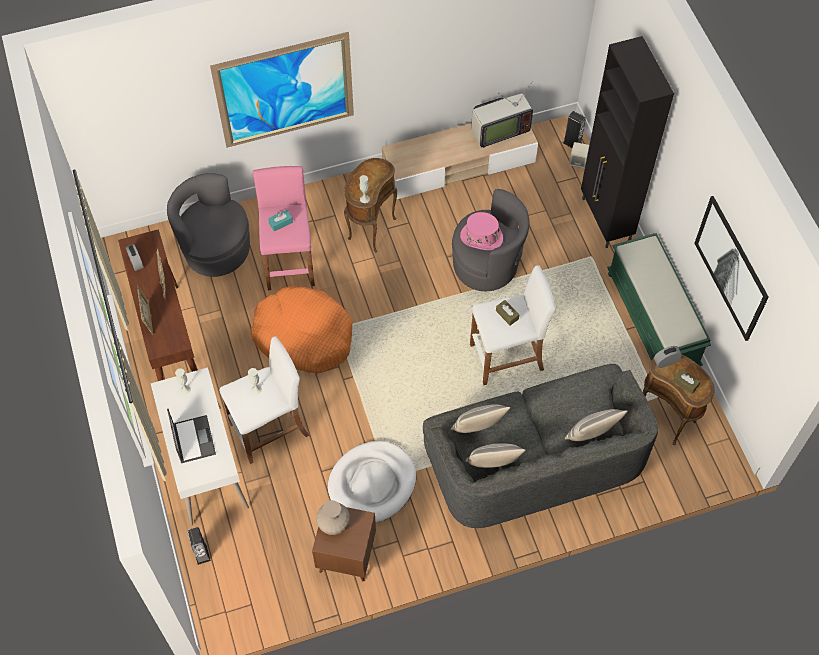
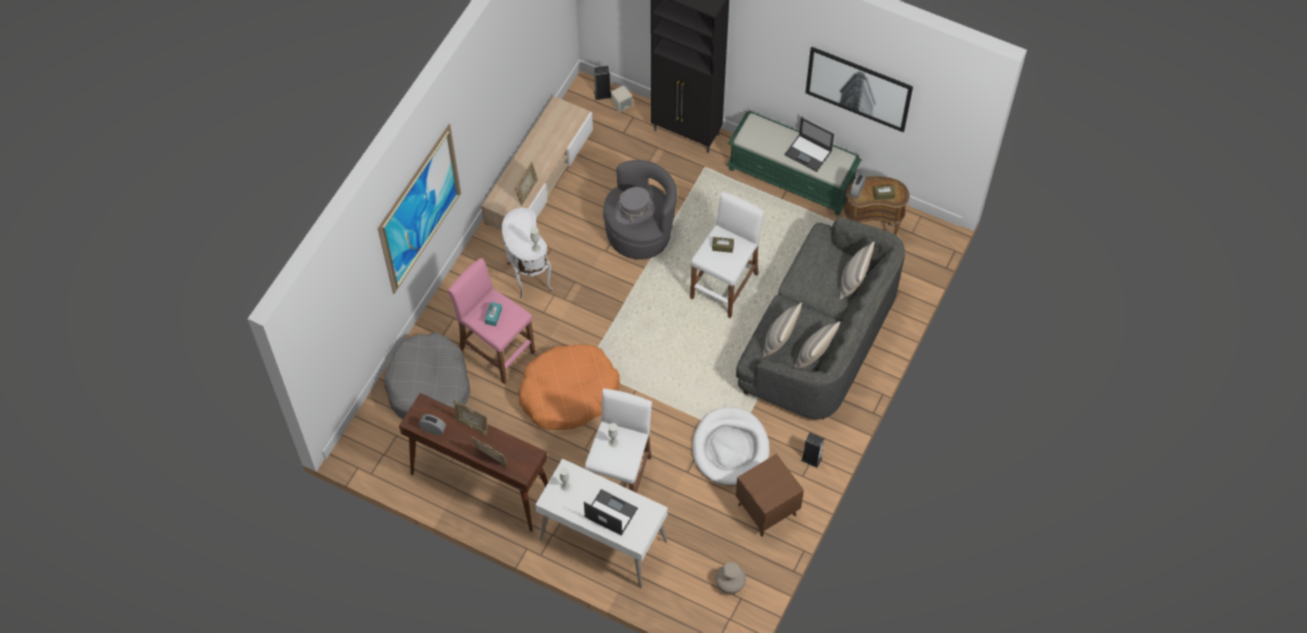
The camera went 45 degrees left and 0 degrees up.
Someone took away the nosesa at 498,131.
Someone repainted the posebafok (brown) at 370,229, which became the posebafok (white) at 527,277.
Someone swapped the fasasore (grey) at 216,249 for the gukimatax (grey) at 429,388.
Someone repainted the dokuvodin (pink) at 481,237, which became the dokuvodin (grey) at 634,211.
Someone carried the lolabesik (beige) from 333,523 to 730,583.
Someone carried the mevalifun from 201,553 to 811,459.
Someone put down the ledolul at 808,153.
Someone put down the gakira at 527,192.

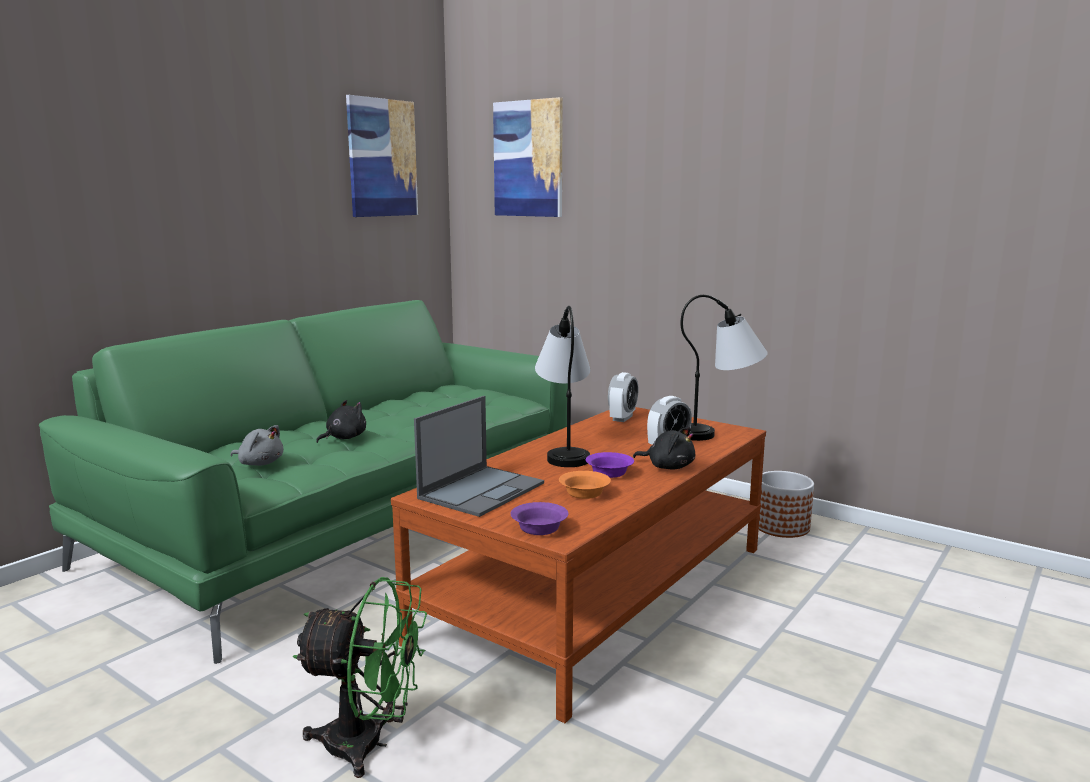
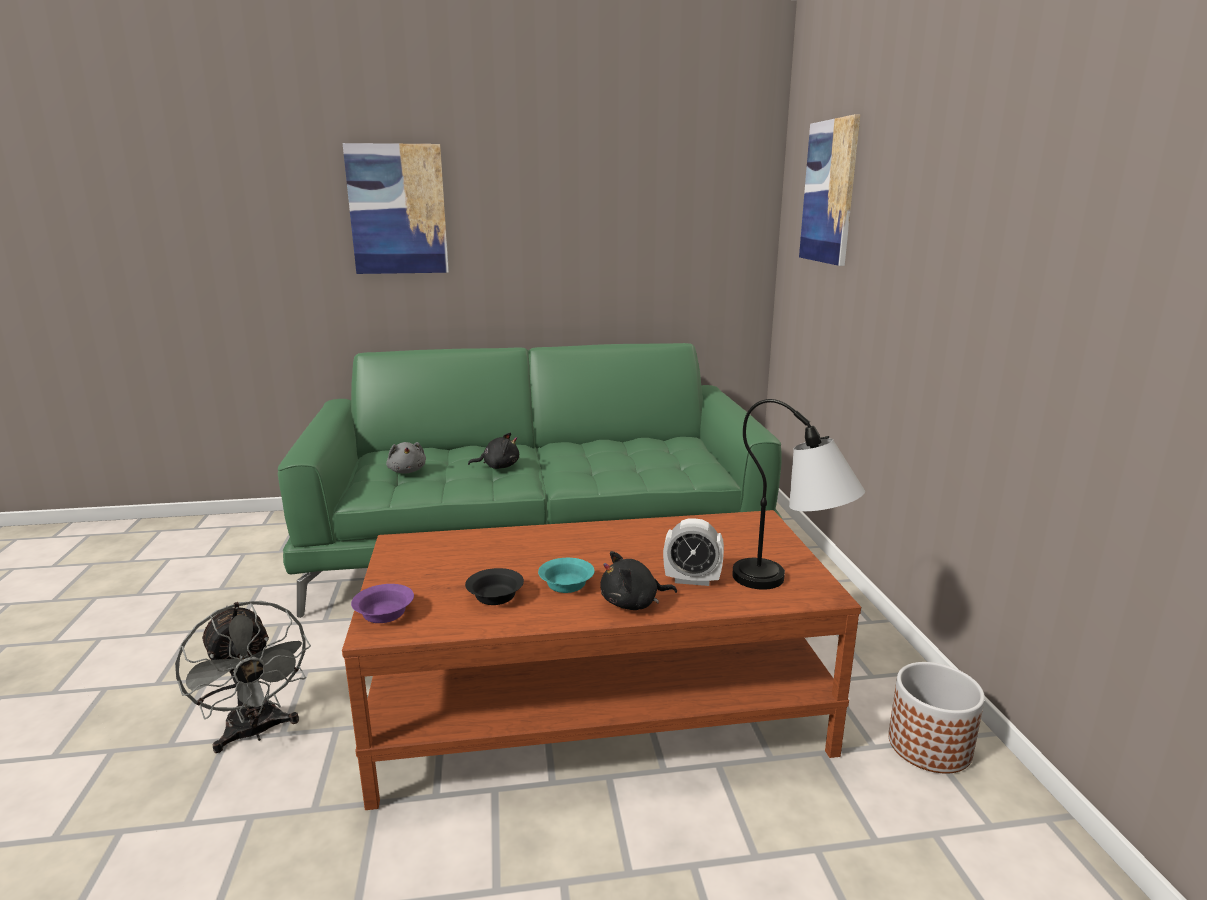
The camera went 45 degrees right and 5 degrees up.
Someone carried the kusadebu from 382,158 to 397,210.
Someone took away the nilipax at 565,450.
Someone took away the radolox at 622,418.
Someone took away the ledolul at 482,490.
Someone rotated the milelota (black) at 668,467 by 90 degrees clockwise.
Someone repainted the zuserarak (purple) at 610,473, which became the zuserarak (turquoise) at 566,585.
Someone repainted the zuserarak (orange) at 583,494, which became the zuserarak (black) at 494,597.
Someone repainted the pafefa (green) at 369,744, which became the pafefa (grey) at 256,732.

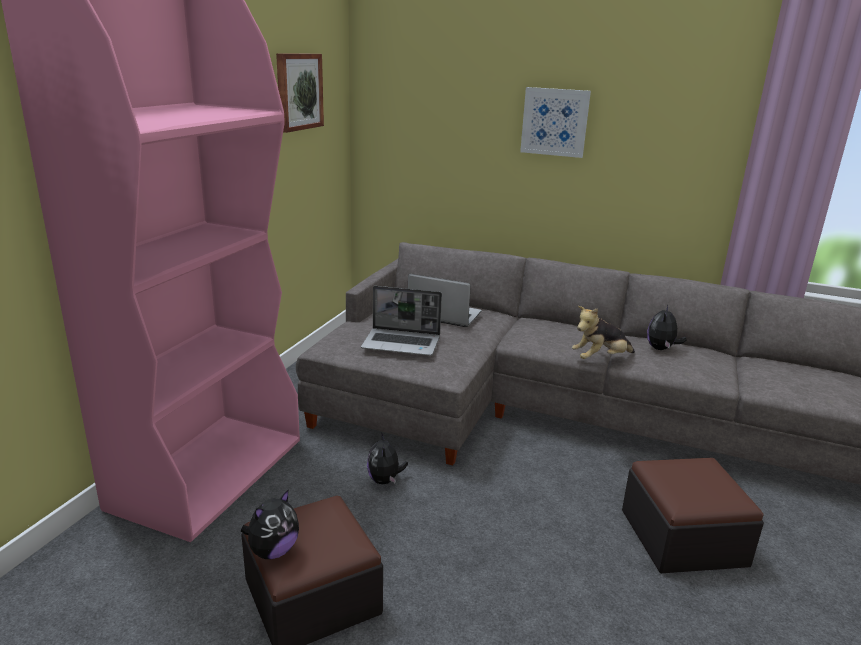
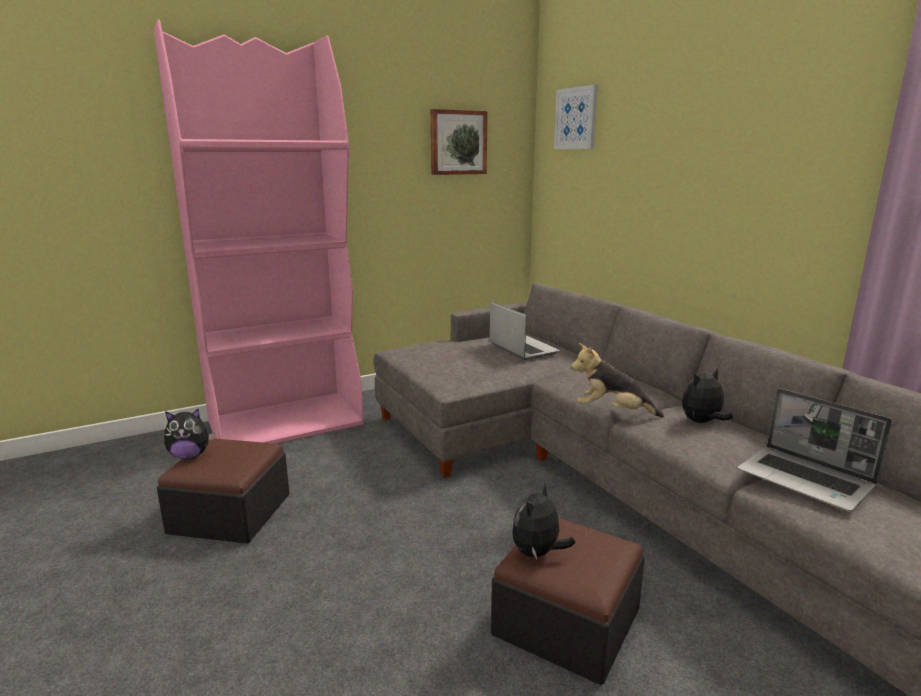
The camera went 40 degrees right and 5 degrees down.
Someone carried the kusadebu from 555,122 to 576,118.
Someone carried the ledolul from 402,343 to 806,480.
Someone carried the milelota from 385,480 to 538,553.

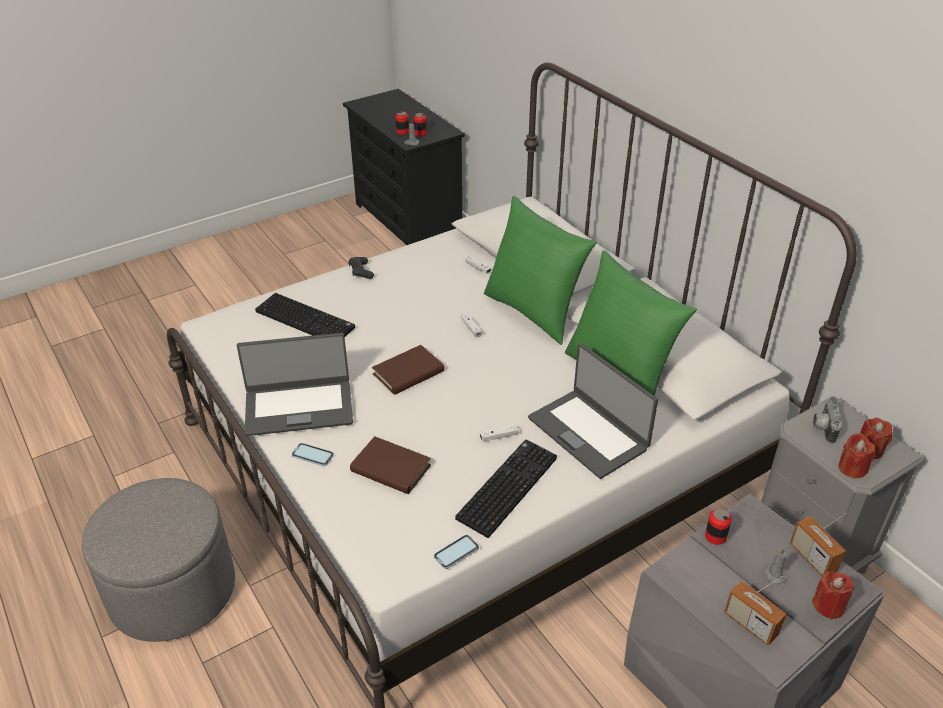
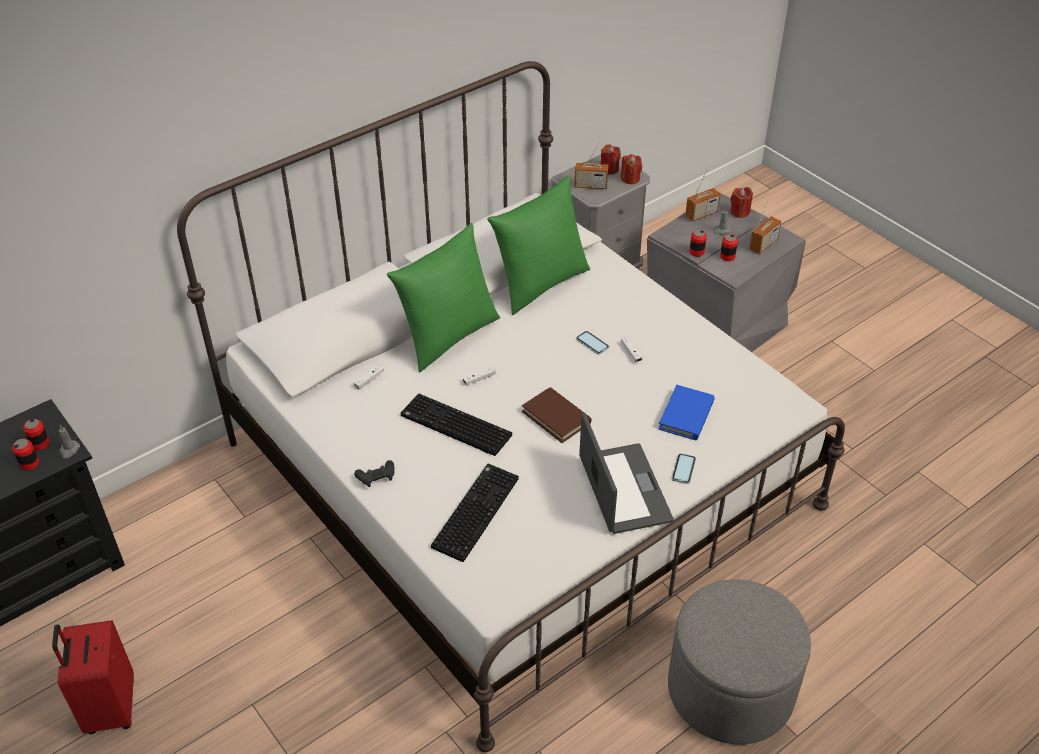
The camera went 95 degrees left and 5 degrees up.
Someone took away the ledolul at 588,433.
Someone swapped the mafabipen at 822,428 for the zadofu at 590,185.
Someone repainted the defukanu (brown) at 390,468, which became the defukanu (blue) at 686,415.
Someone carried the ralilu from 506,486 to 454,426.
Someone carried the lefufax from 456,553 to 592,343.
Someone put down the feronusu at 727,257.
Someone put down the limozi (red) at 109,708.

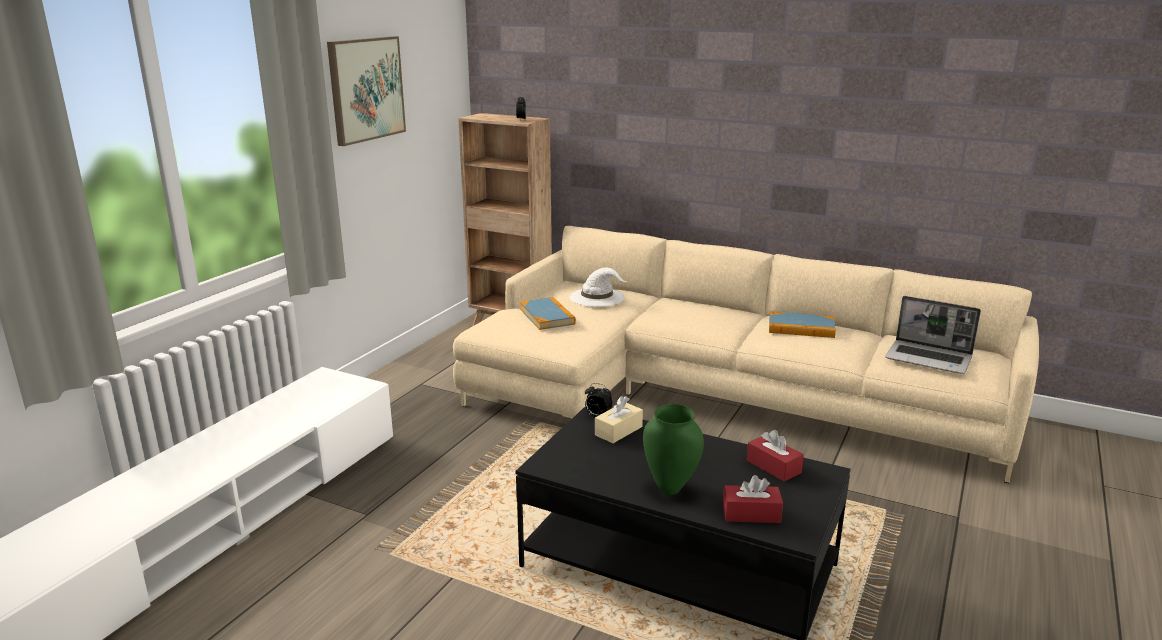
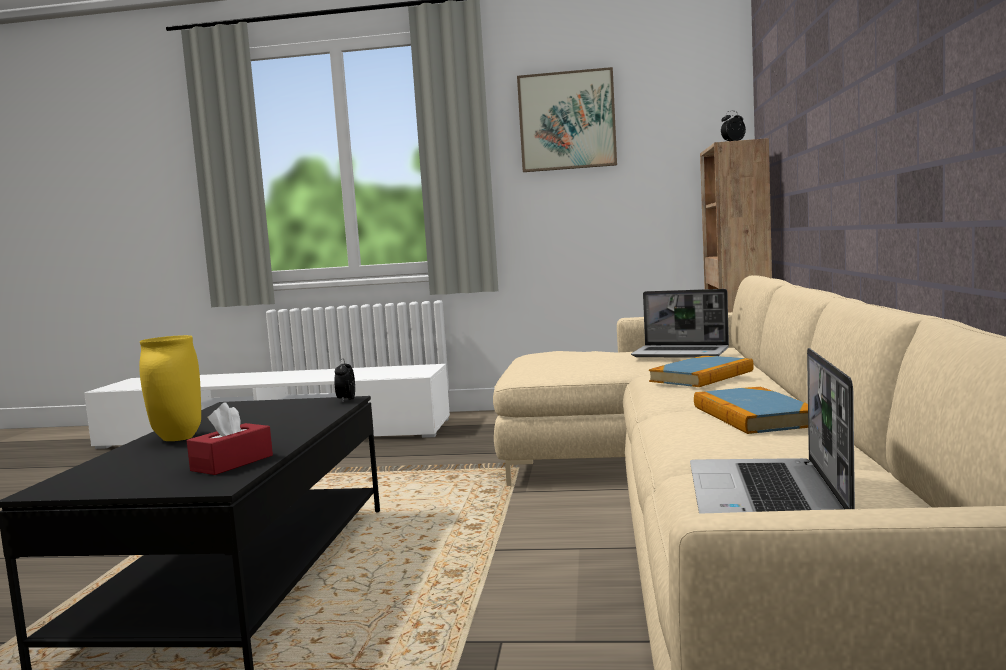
The camera went 70 degrees right and 15 degrees down.
Someone swapped the dokuvodin (white) at 598,297 for the ledolul at 682,353.
Someone carried the defukanu from 547,316 to 702,376.
Someone took away the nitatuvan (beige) at 618,431.
Someone repainted the lolabesik (green) at 671,488, which became the lolabesik (yellow) at 179,438.
Someone took away the nitatuvan (red) at 751,514.

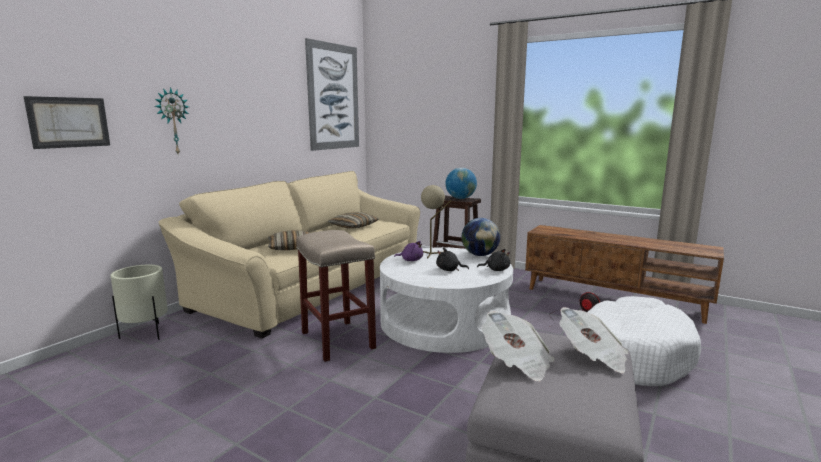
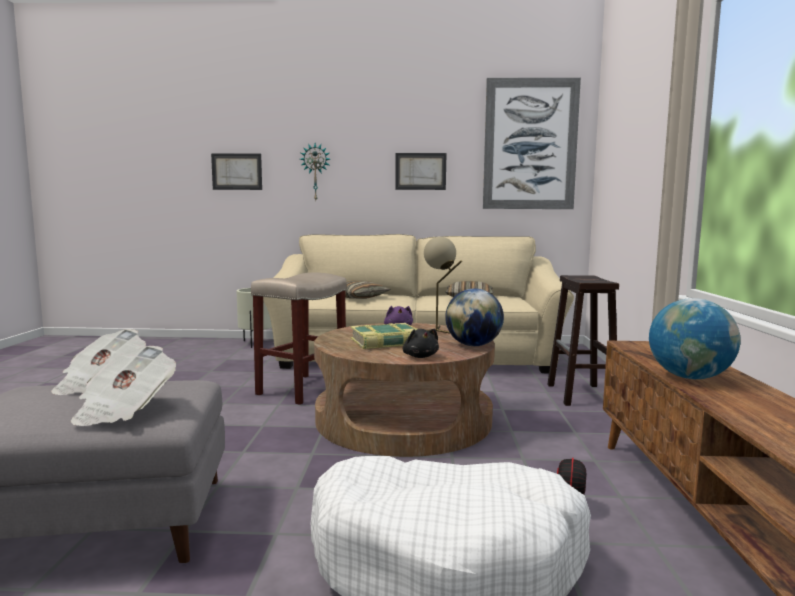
The camera went 60 degrees right and 5 degrees down.
Someone carried the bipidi from 460,198 to 689,377.
Someone repainted the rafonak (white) at 444,321, which became the rafonak (brown) at 403,418.
Someone swapped the milelota (black) at 449,270 for the defukanu at 386,342.
Someone put up the kusadebu at 420,171.

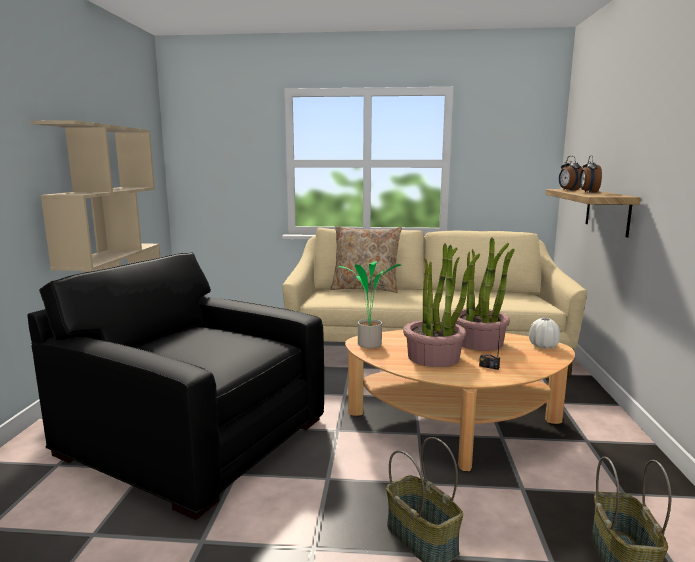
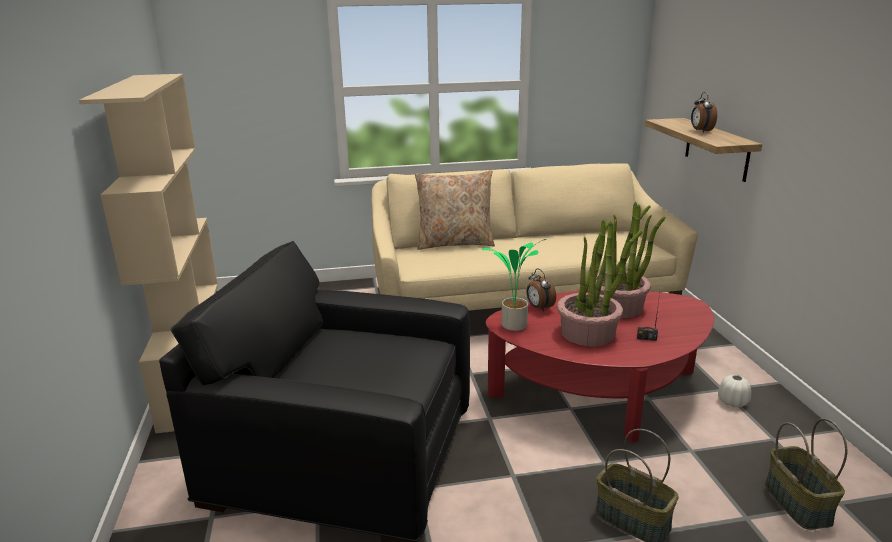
The camera went 15 degrees left and 10 degrees up.
Someone carried the radolox from 568,190 to 539,308.
Someone carried the lolabesik (white) from 543,345 to 732,402.
Someone repainted the rafonak (beige) at 455,425, which became the rafonak (red) at 599,393.

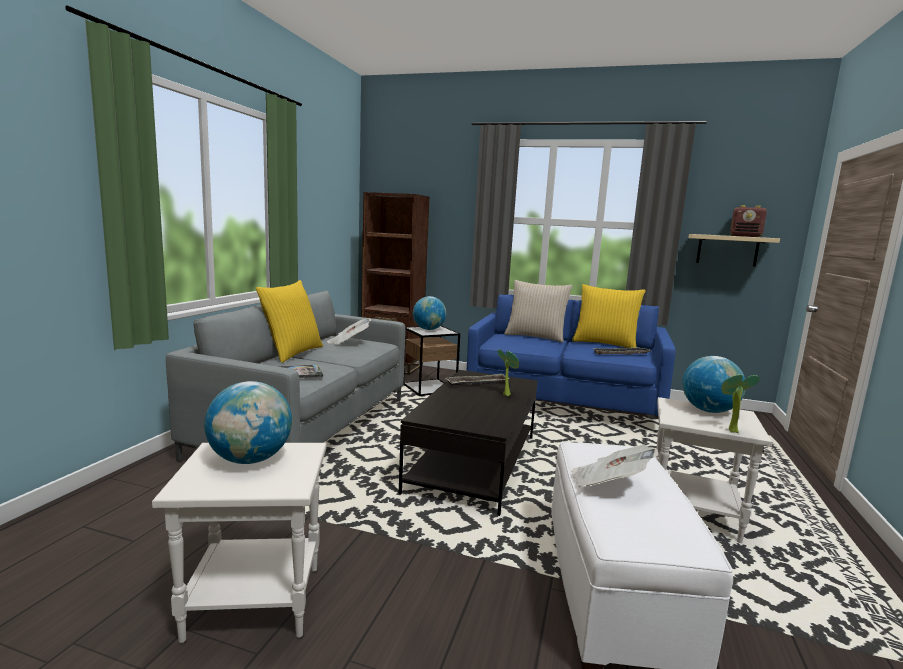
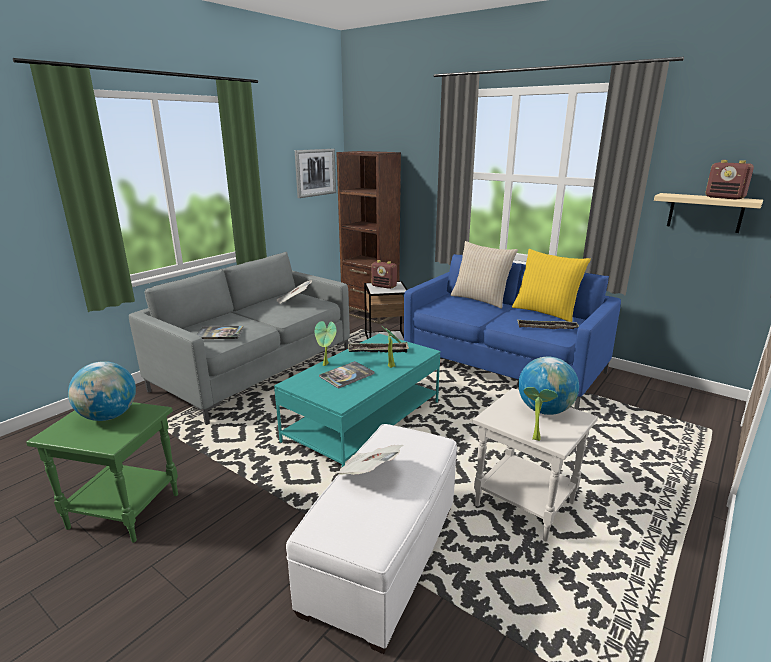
The camera went 20 degrees right and 10 degrees up.
Someone took away the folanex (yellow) at 292,353.
Someone swapped the bipidi at 429,329 for the zadofu at 384,286.
Someone repainted the rafonak (black) at 473,462, which became the rafonak (turquoise) at 364,421.
Someone repainted the posebafok (white) at 252,604, which became the posebafok (green) at 122,512.
Someone put up the kusadebu at 315,172.
Someone put down the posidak at 326,364.
Someone put down the defukanu at 347,375.

